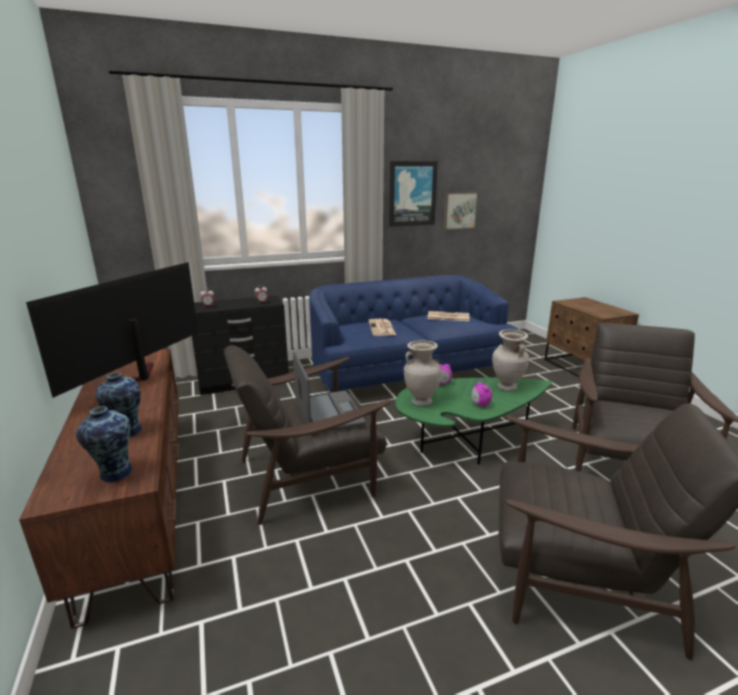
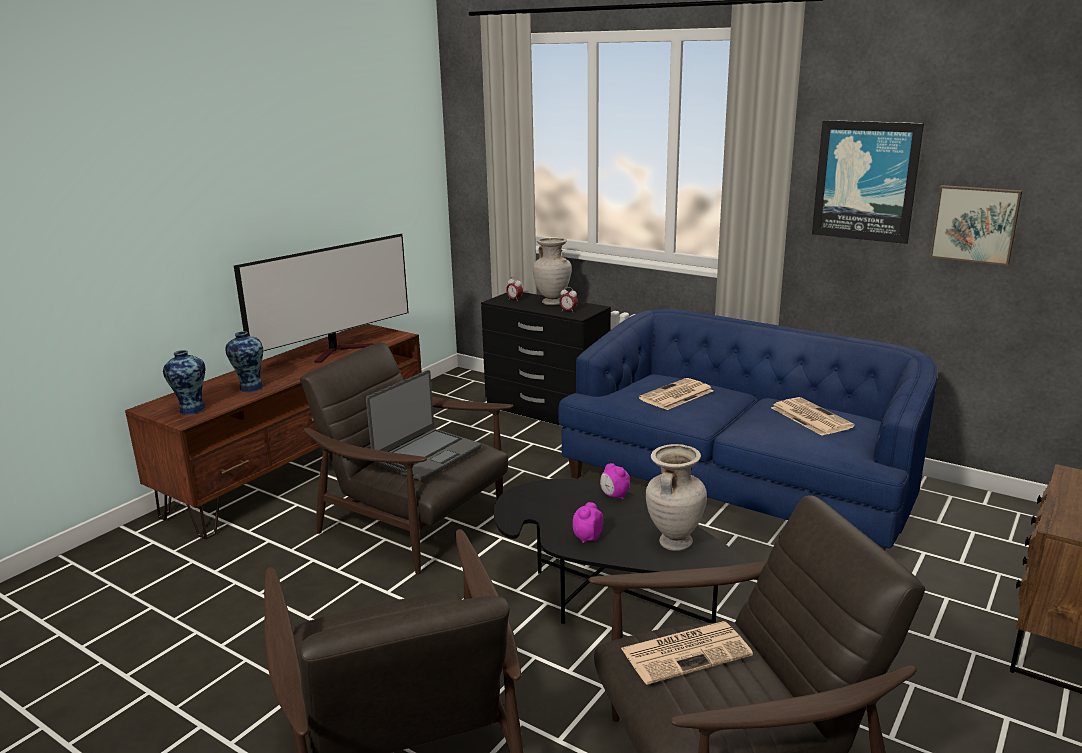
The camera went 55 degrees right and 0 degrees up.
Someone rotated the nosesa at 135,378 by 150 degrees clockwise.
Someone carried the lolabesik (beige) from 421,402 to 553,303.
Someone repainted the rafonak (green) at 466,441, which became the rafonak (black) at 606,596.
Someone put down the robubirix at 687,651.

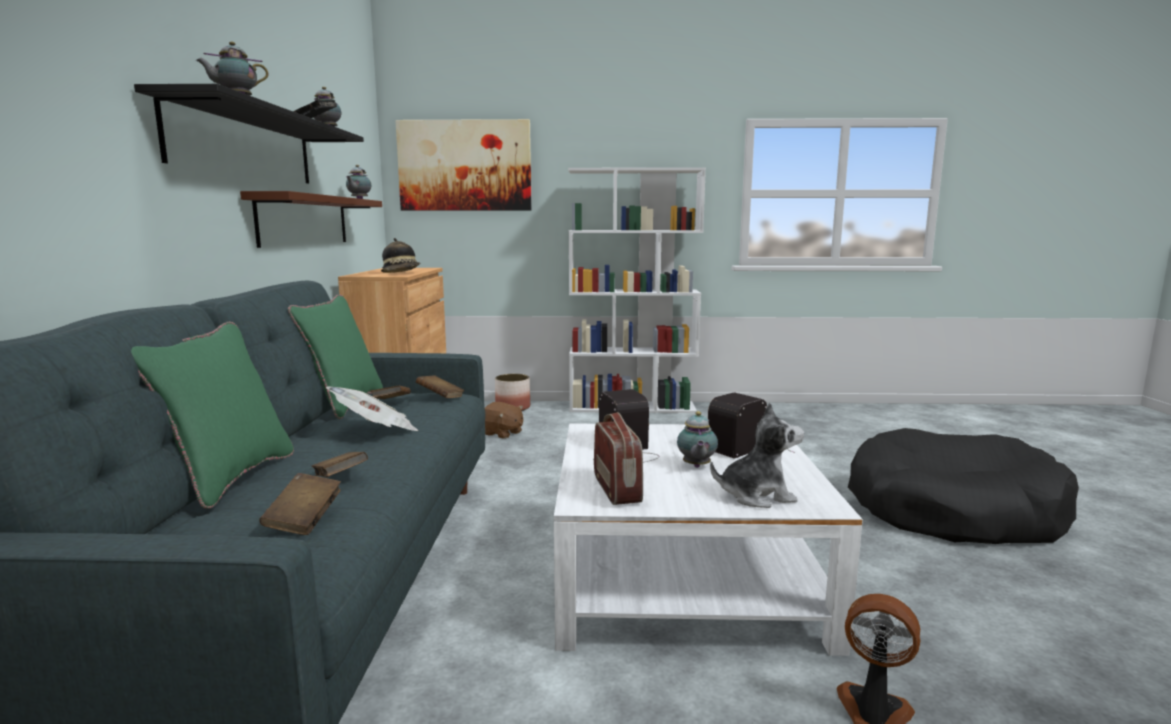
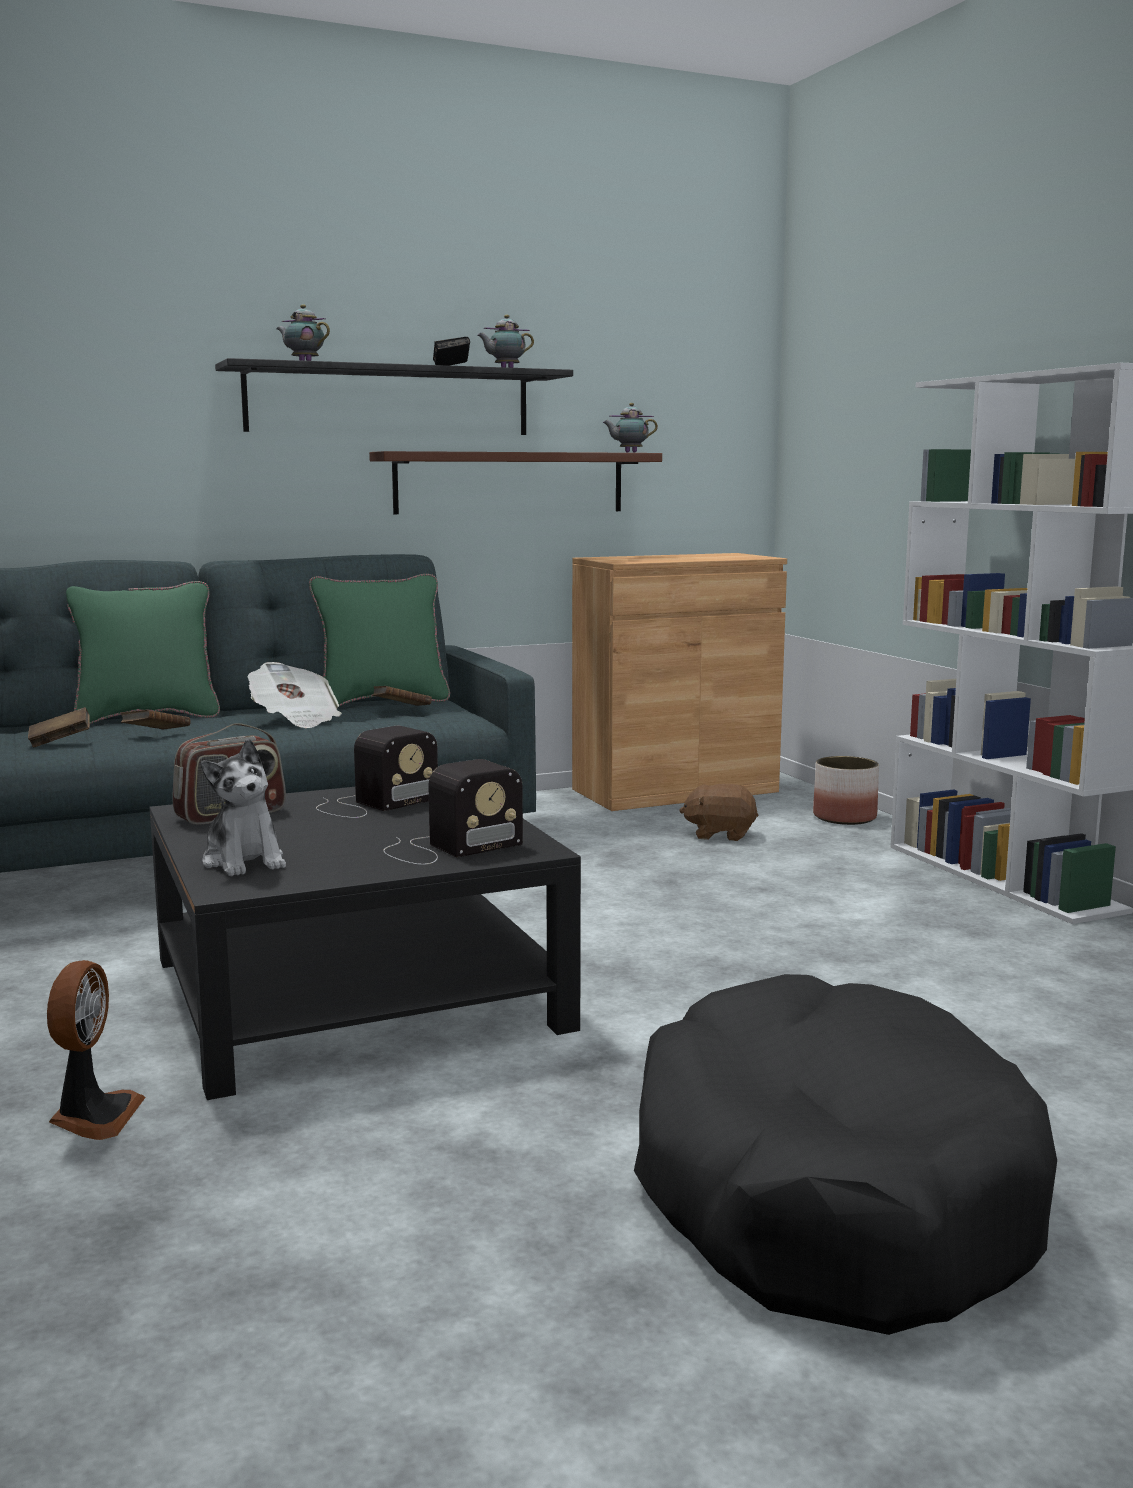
The camera went 65 degrees right and 0 degrees up.
Someone took away the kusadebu at 465,166.
Someone took away the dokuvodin at 402,273.
Someone took away the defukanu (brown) at 440,397.
Someone rotated the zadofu at 750,445 by 120 degrees clockwise.
Someone rotated the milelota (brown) at 502,433 by 90 degrees clockwise.
Someone took away the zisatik at 696,466.
Someone repainted the rafonak (white) at 683,575, which became the rafonak (black) at 356,993.

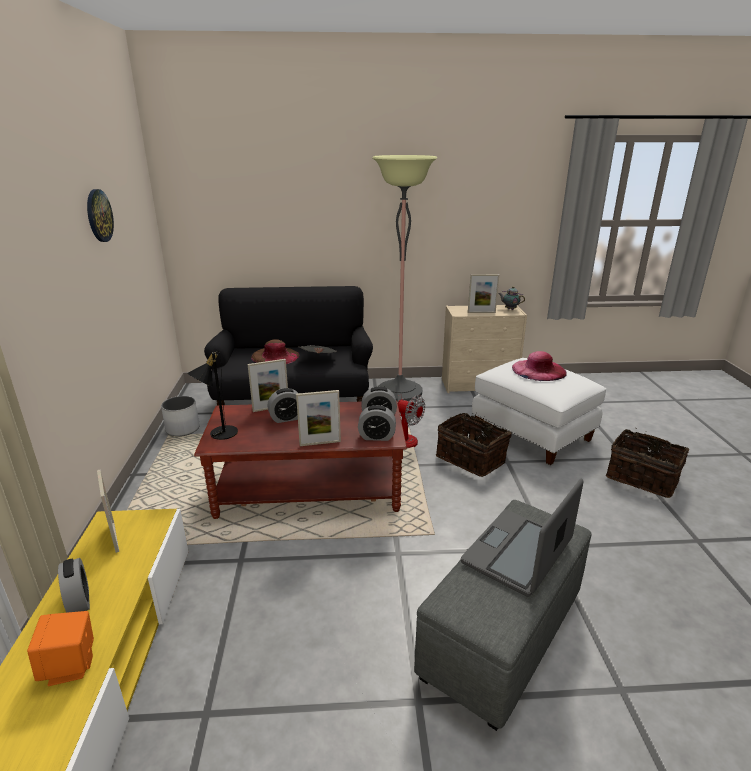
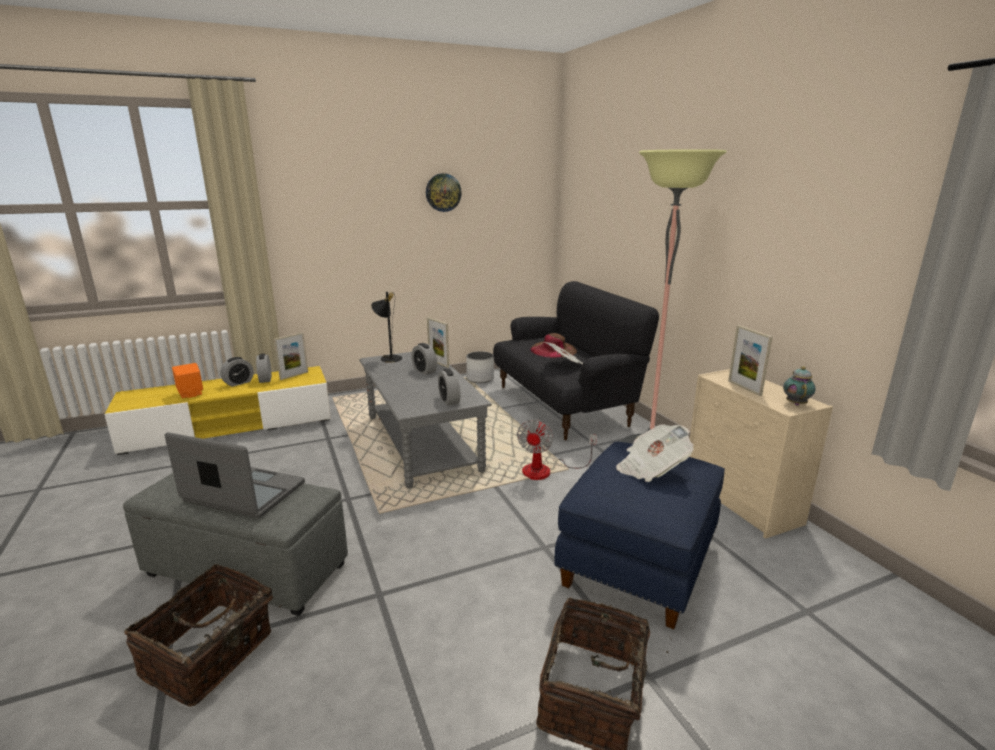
The camera went 70 degrees right and 5 degrees down.
Someone swapped the dokuvodin (pink) at 538,370 for the robubirix at 651,468.
Someone repainted the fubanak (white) at 531,434, which became the fubanak (blue) at 637,562.
Someone took away the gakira at 320,443.
Someone repainted the rafonak (brown) at 309,490, which became the rafonak (grey) at 422,443.
Someone carried the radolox from 376,437 to 265,379.
Someone carried the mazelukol from 471,459 to 211,655.

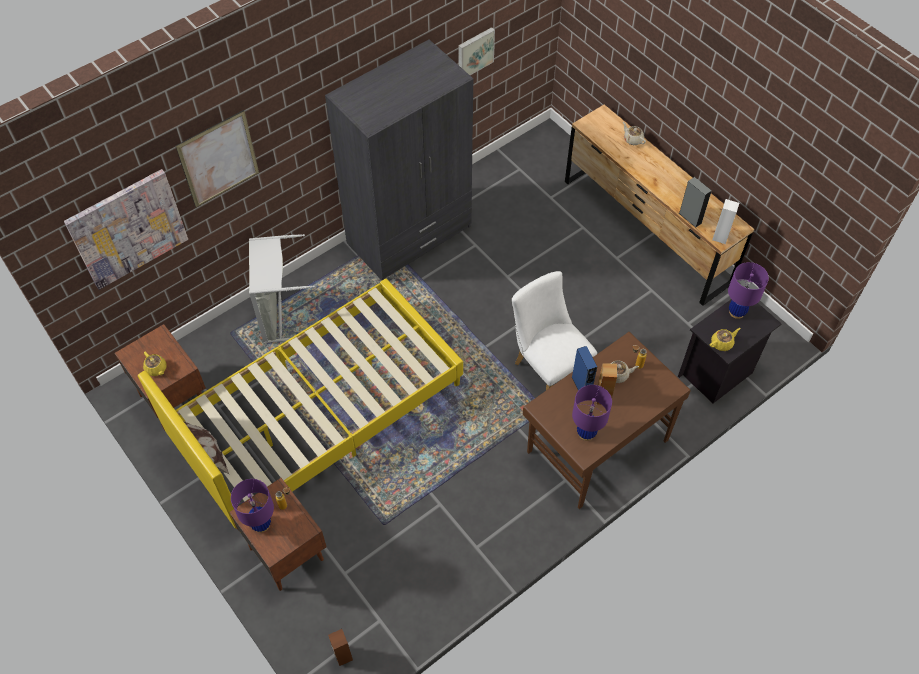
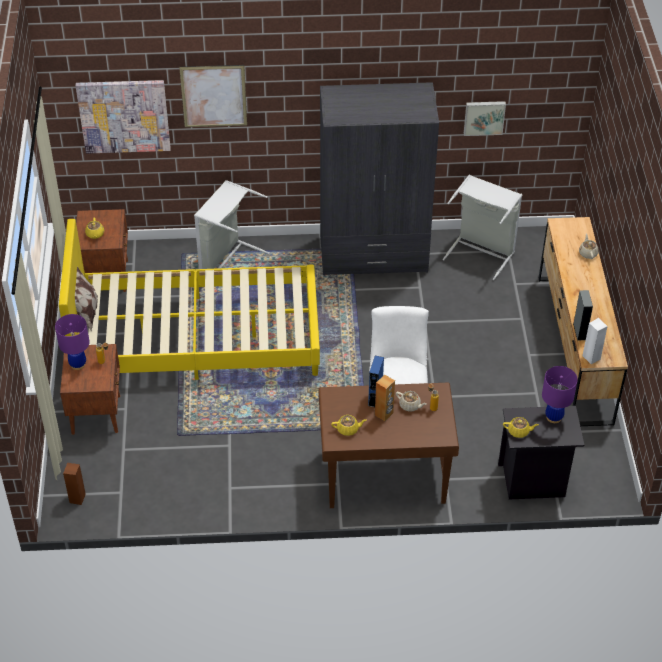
The camera went 35 degrees right and 10 degrees down.
Someone swapped the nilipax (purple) at 586,433 for the zisatik (yellow) at 348,429.
Someone put down the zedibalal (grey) at 481,251.

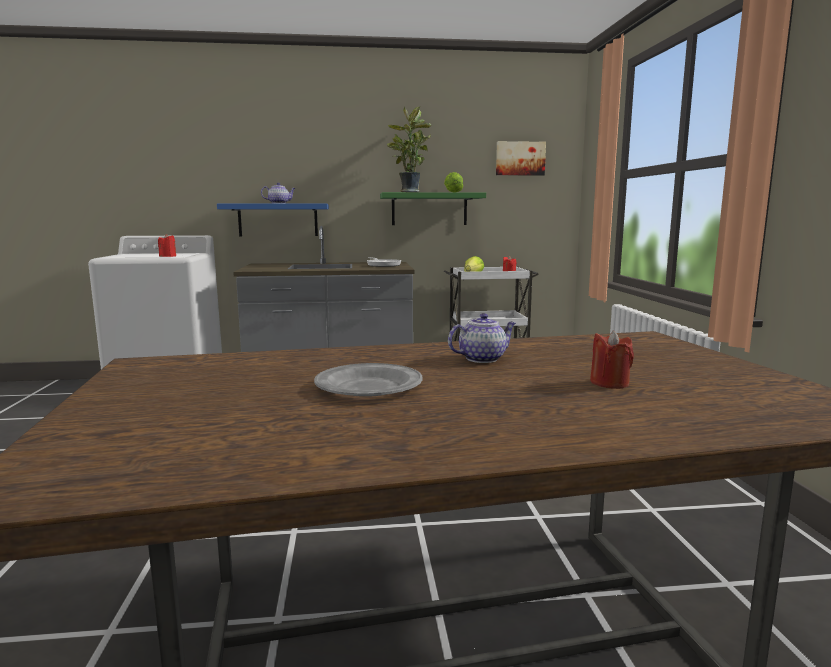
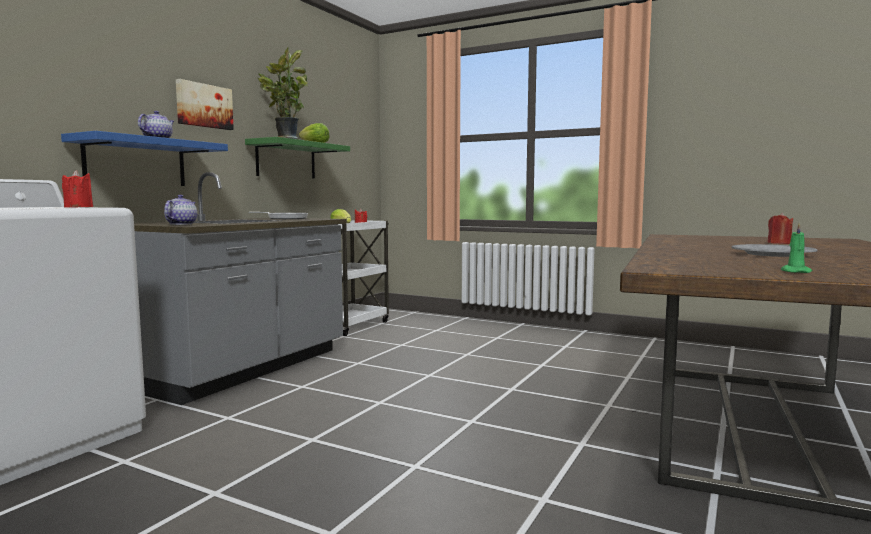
The camera went 55 degrees left and 5 degrees down.
Someone carried the kusadebu from 520,158 to 203,106.
Someone carried the zisatik from 482,359 to 181,224.
Someone put down the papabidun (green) at 794,272.

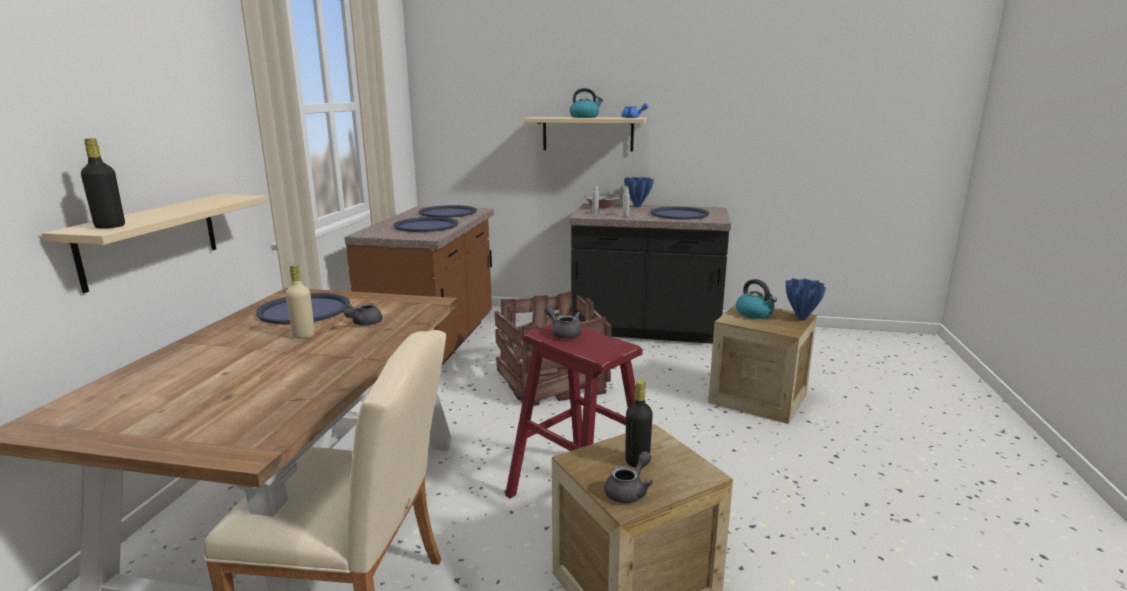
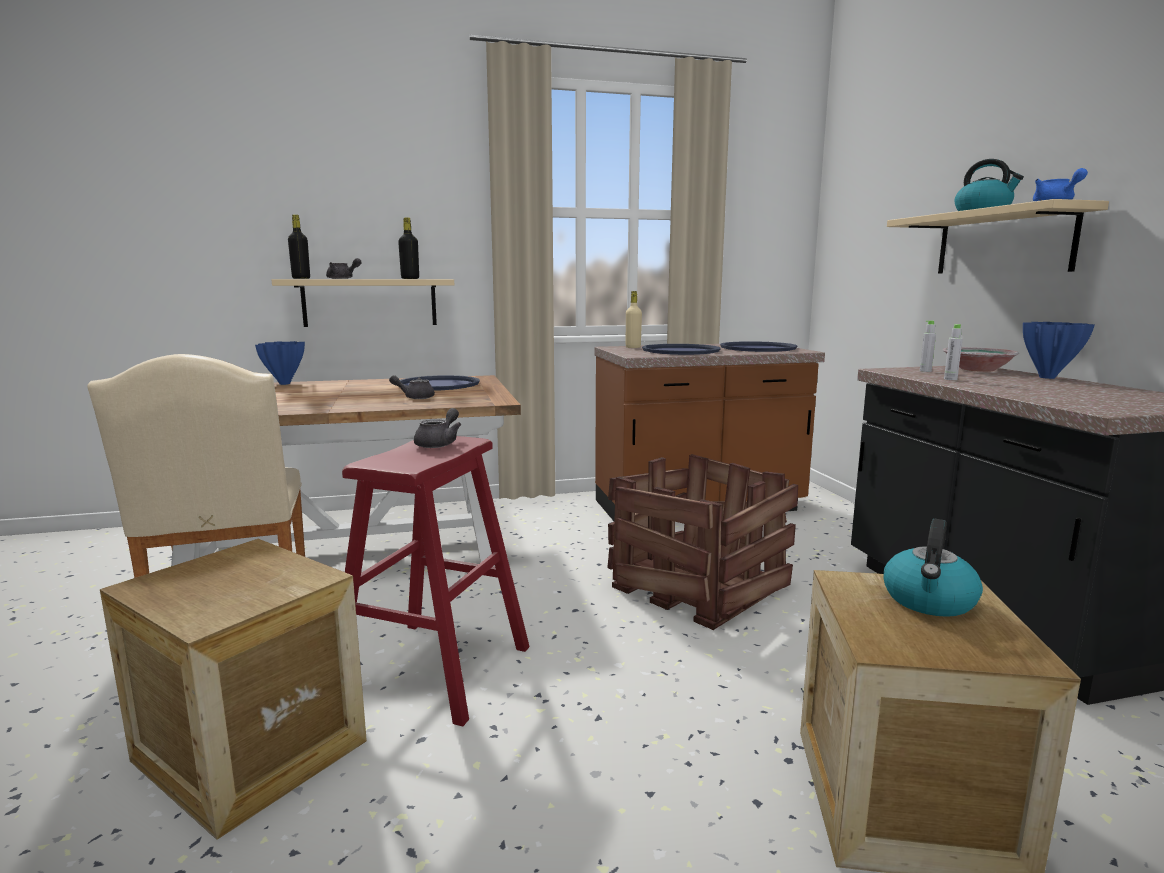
The camera went 65 degrees right and 5 degrees down.
Someone took away the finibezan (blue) at 679,214.
Someone carried the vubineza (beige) from 303,335 to 633,347.
Someone carried the lolabesik (blue) from 801,318 to 285,383.
Someone carried the vubineza (black) from 637,461 to 410,278.
Someone carried the zisatik (grey) from 629,491 to 343,278.

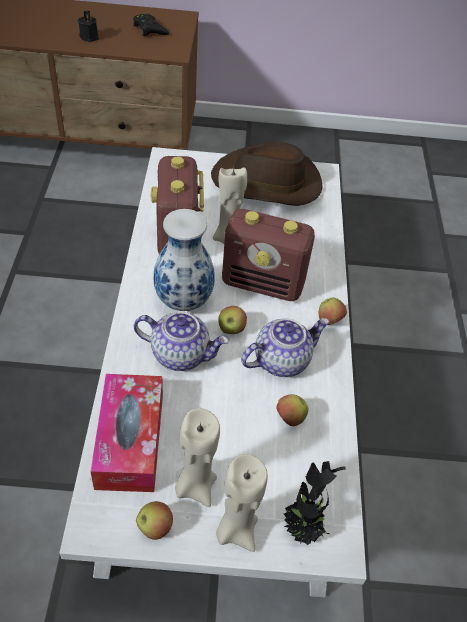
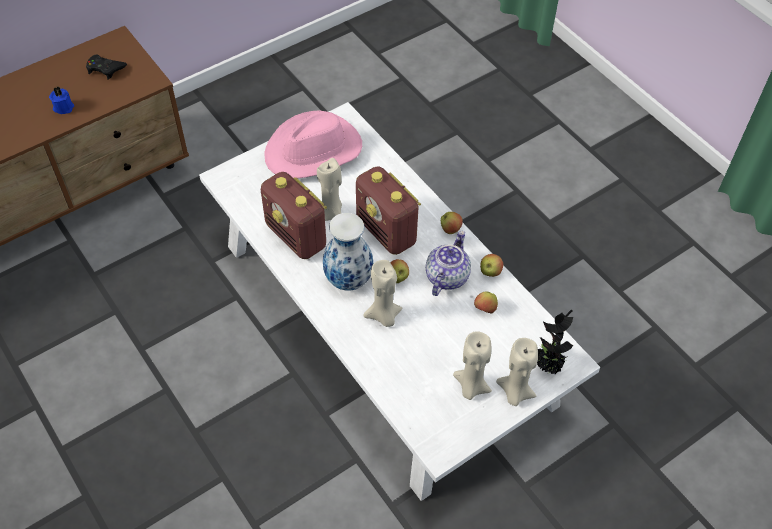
The camera went 35 degrees left and 5 degrees up.
Someone repainted the papabidun (black) at 89,36, which became the papabidun (blue) at 63,107.
Someone repainted the dokuvodin (brown) at 267,182, which became the dokuvodin (pink) at 314,150.
Someone rotated the zadofu at 263,284 by 75 degrees clockwise.
Someone swapped the zisatik at 181,354 for the papabidun (beige) at 383,316.
Someone took away the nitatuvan at 130,440.
Someone carried the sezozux from 155,527 to 490,272.

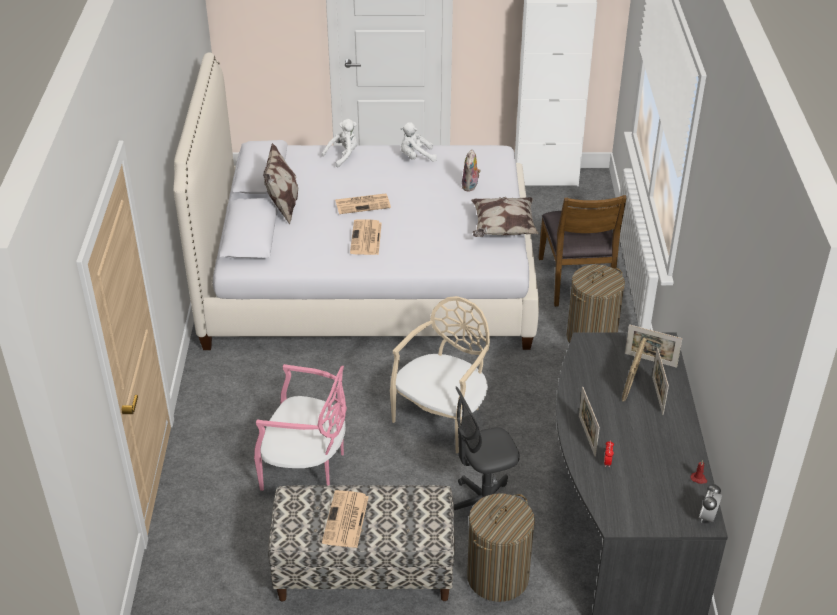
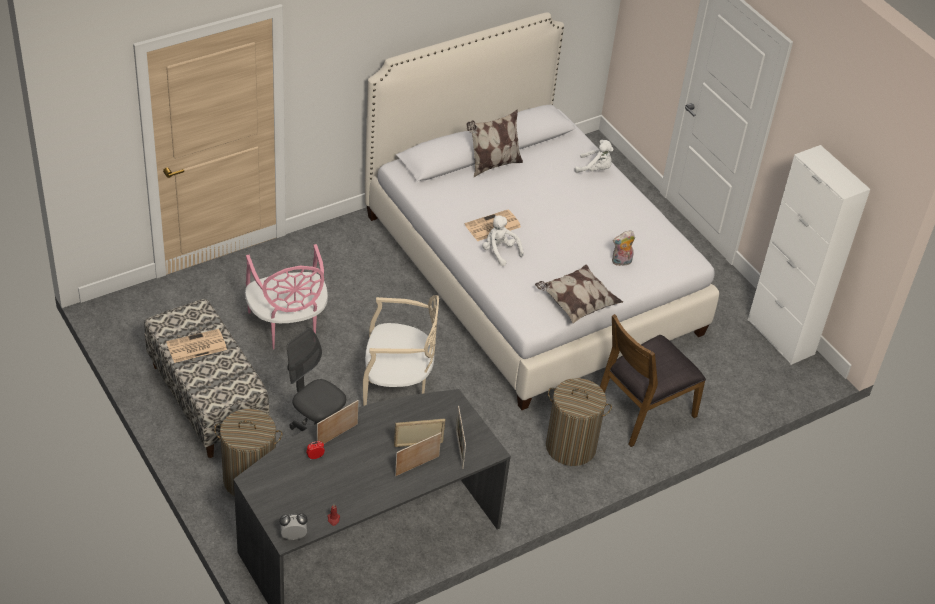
The camera went 55 degrees right and 5 degrees up.
Someone carried the milelota (white) from 416,157 to 499,252.
Someone took away the robubirix at 363,204.

